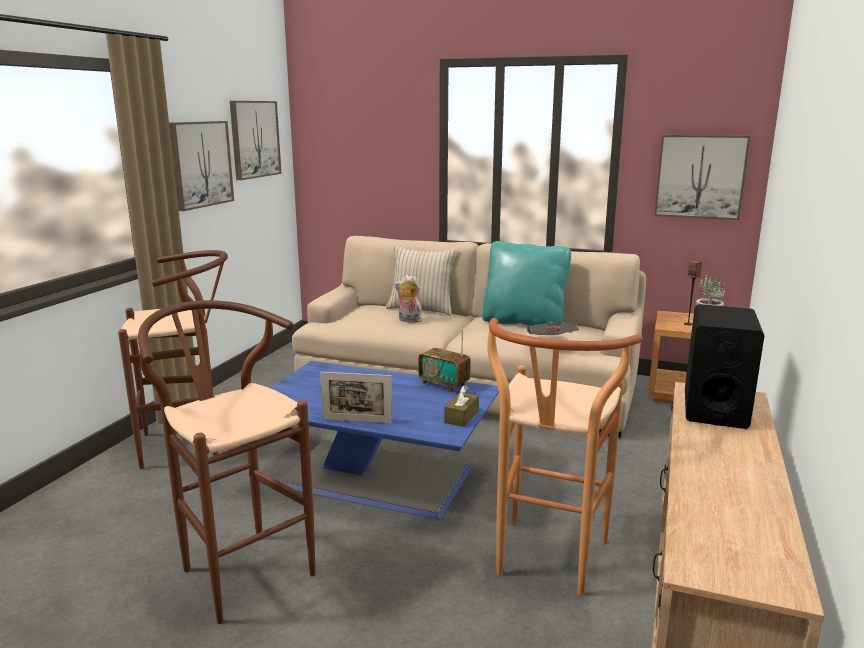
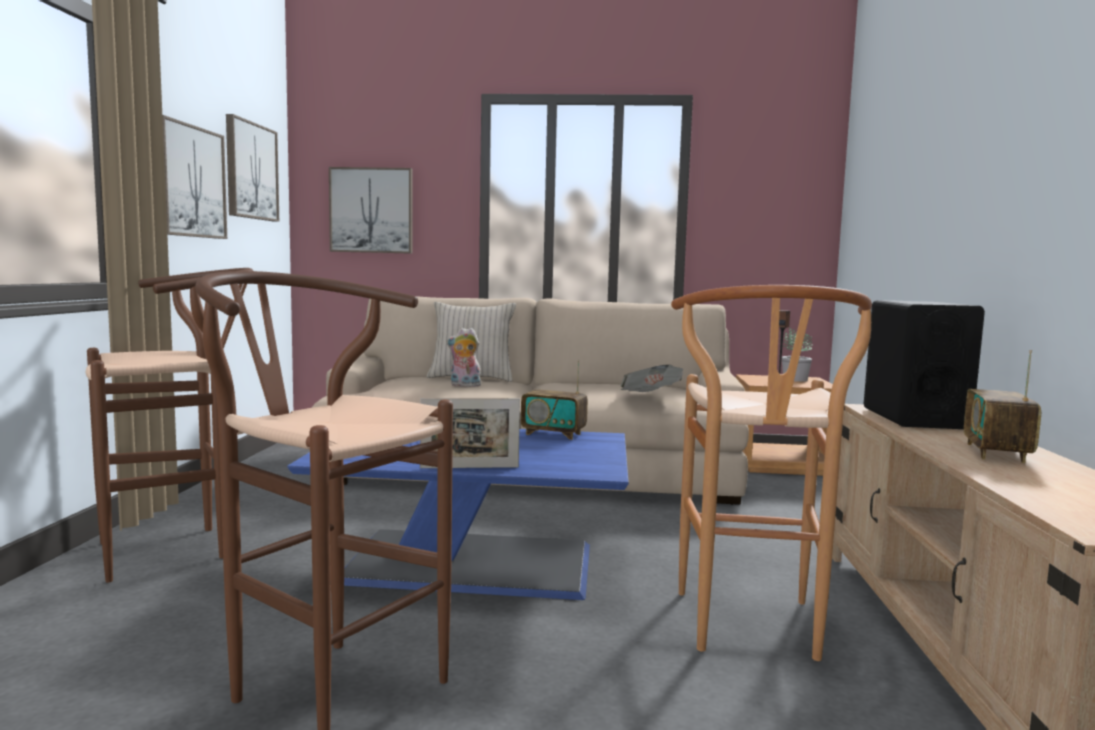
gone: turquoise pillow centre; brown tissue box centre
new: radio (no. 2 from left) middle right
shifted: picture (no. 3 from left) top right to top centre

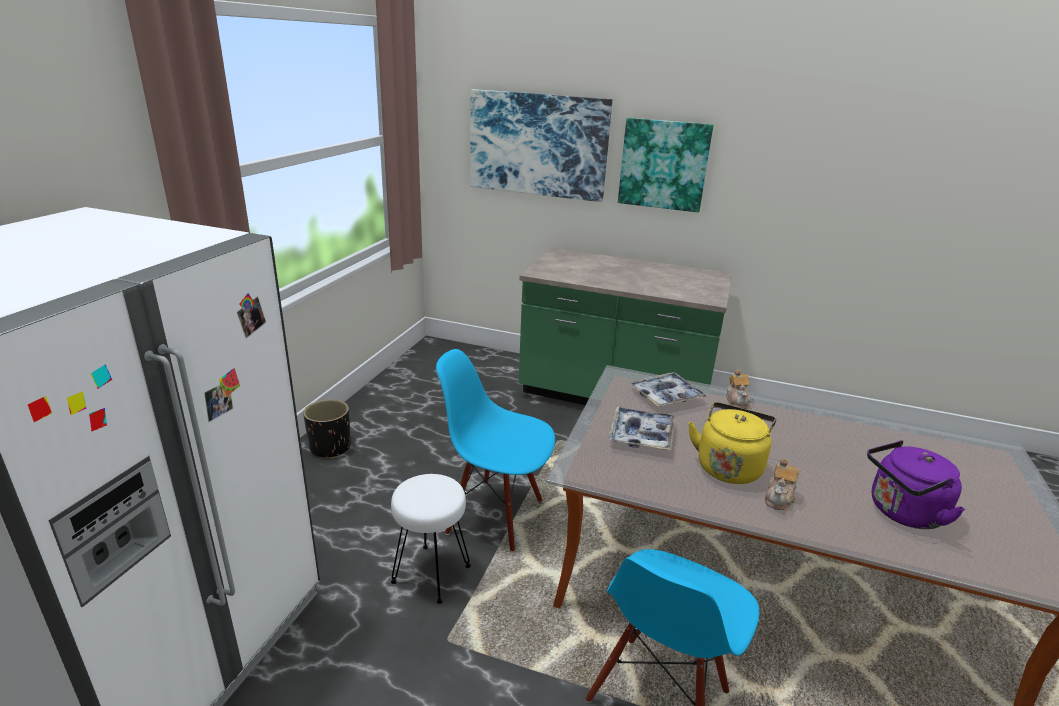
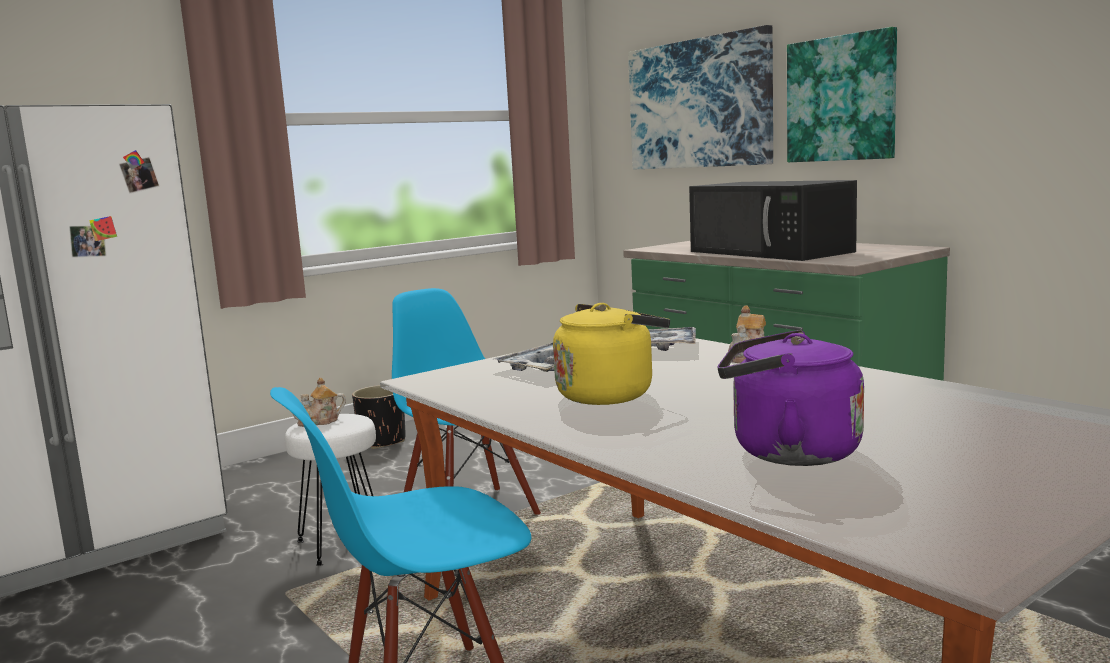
new: black microwave top right
shifted: teapot (no. 2 from left in the first image) bottom right to teapot (no. 1 from left) middle left

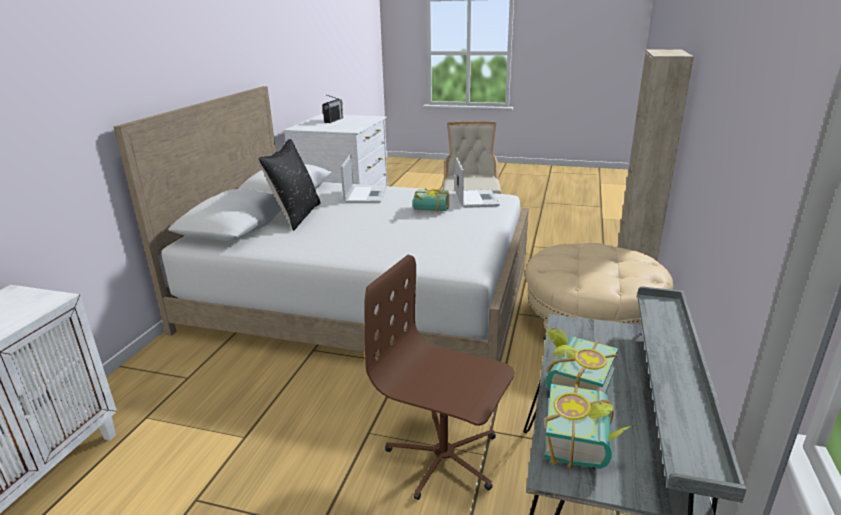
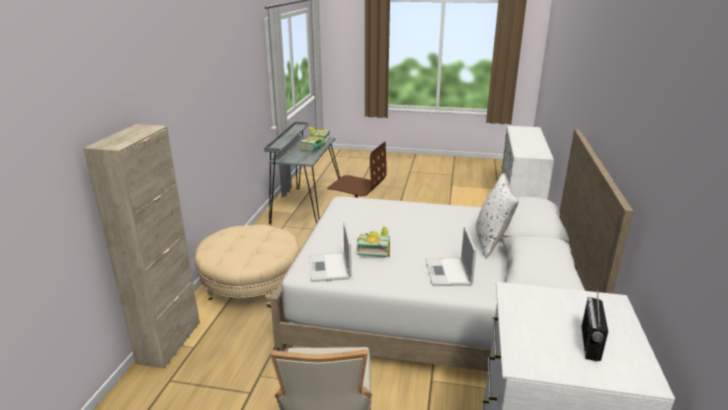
repainted: black pillow centre to white pillow middle right

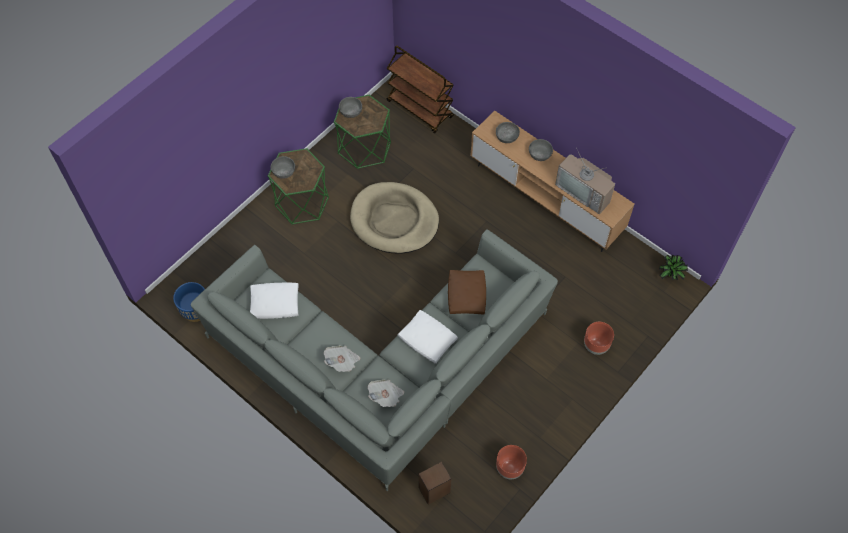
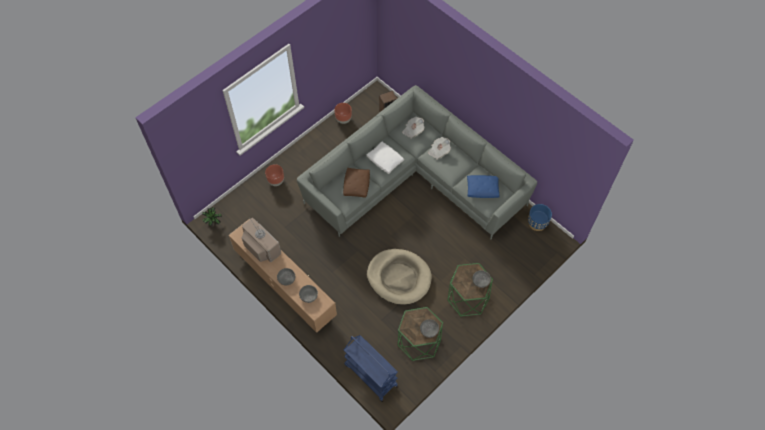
repainted: brown cart top centre to blue cart bottom centre; white pillow (no. 1 from left) middle left to blue pillow centre

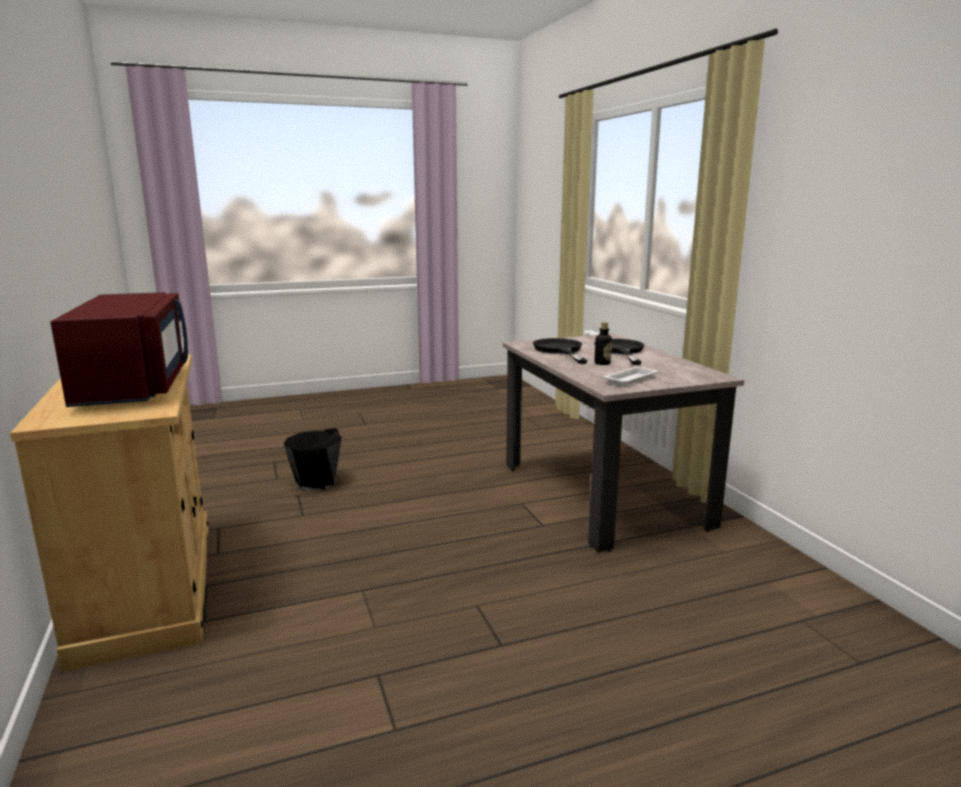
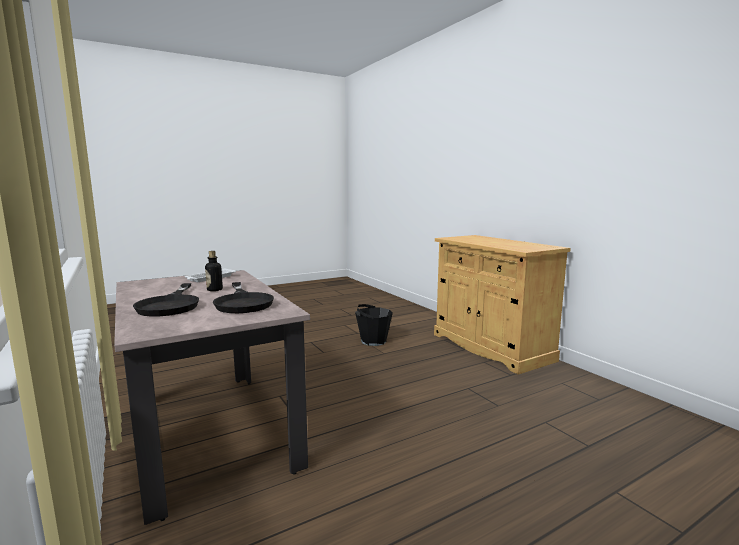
gone: red microwave middle left
shifted: black bucket middle left to centre

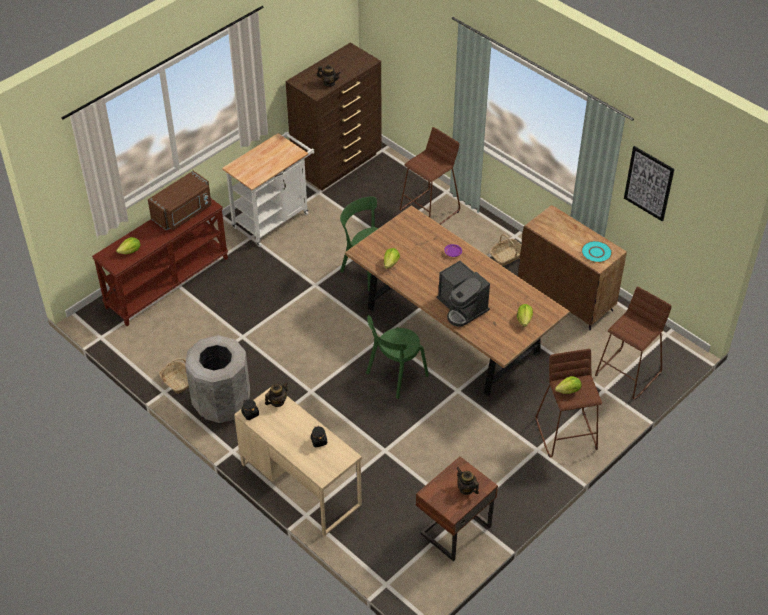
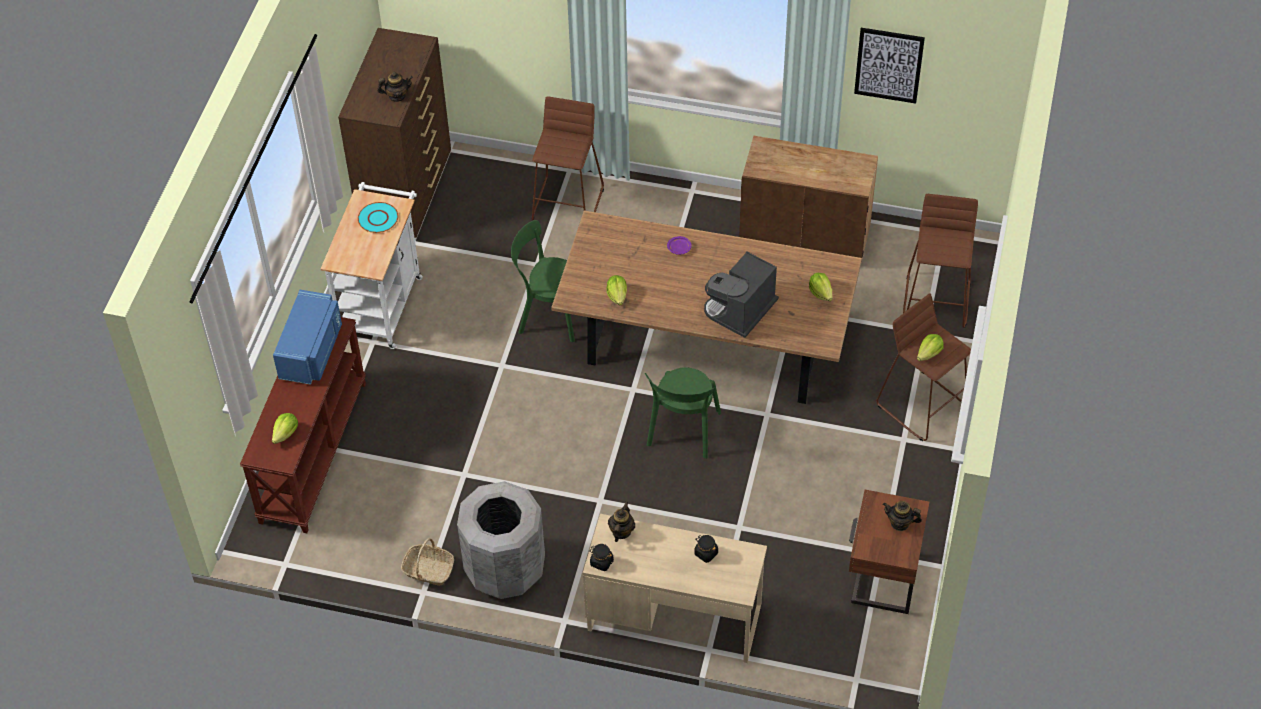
gone: basket (no. 2 from left) centre
shifted: turquoise plate middle right to top left
repainted: brown microwave top left to blue microwave middle left
rotated: coffee machine centre = centre 105 degrees clockwise

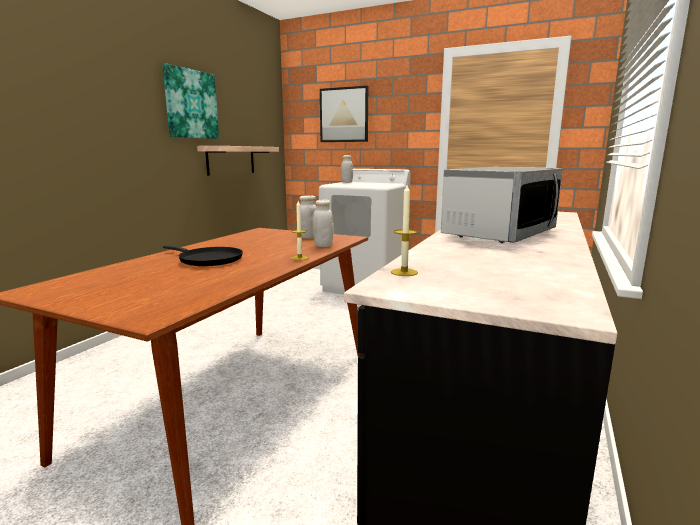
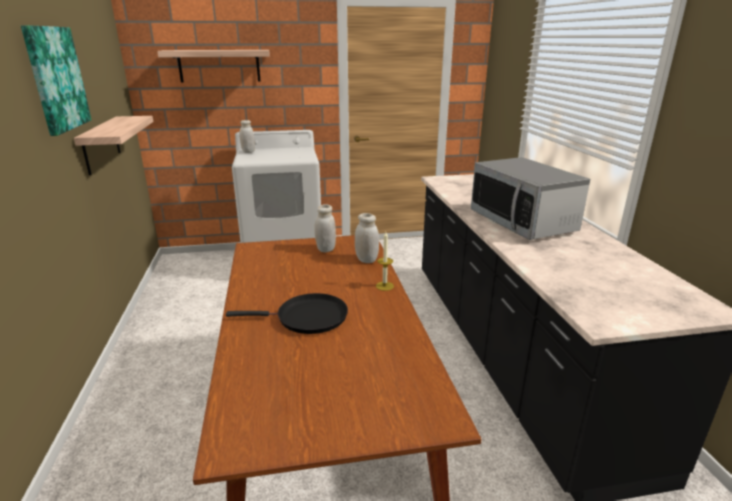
gone: candle (no. 2 from left) centre
swapped: picture (no. 2 from left) top centre to shelf (no. 2 from left) top left
rotated: microwave middle right = middle right 150 degrees clockwise

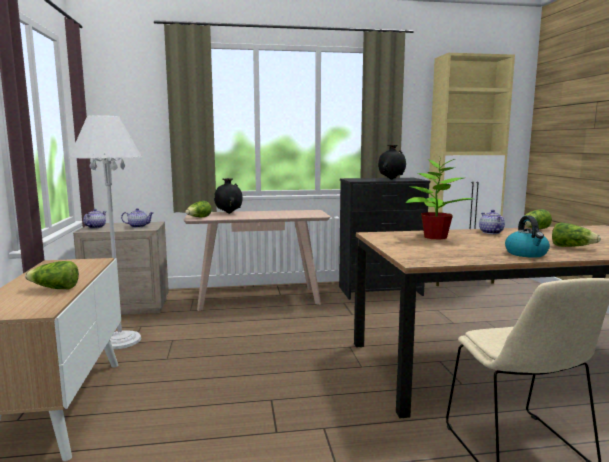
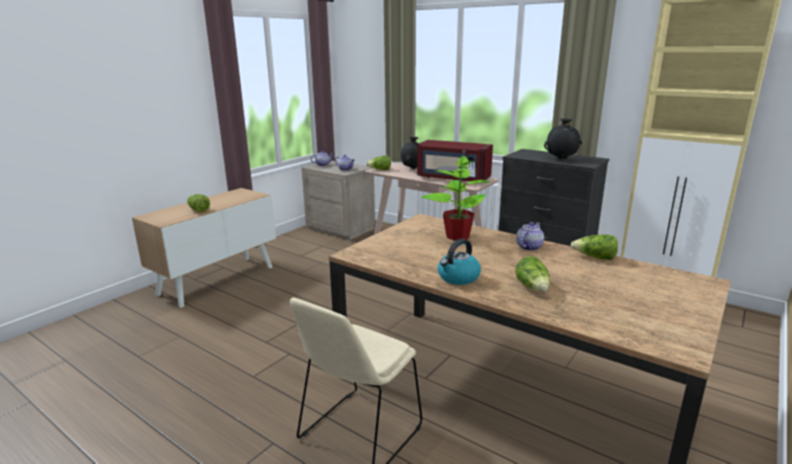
gone: white floor lamp middle left
new: red microwave centre

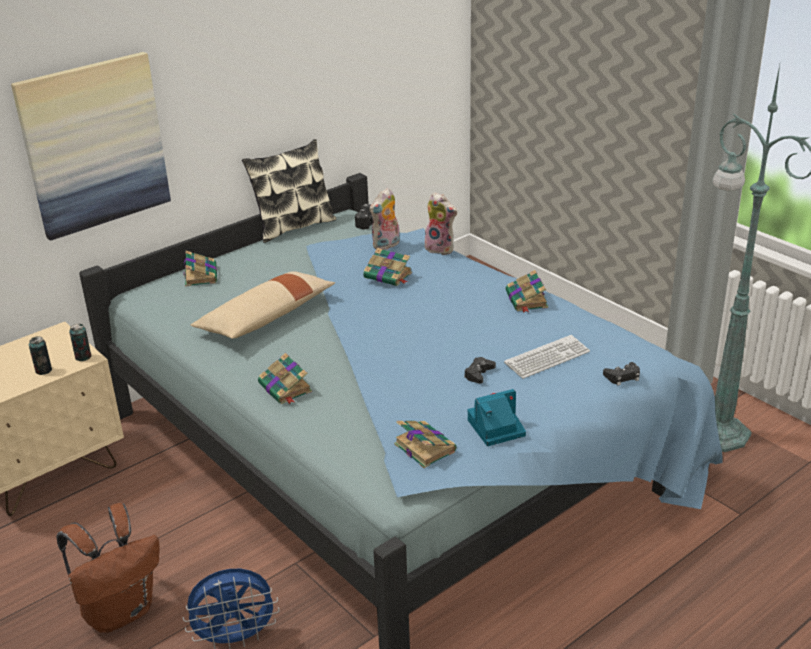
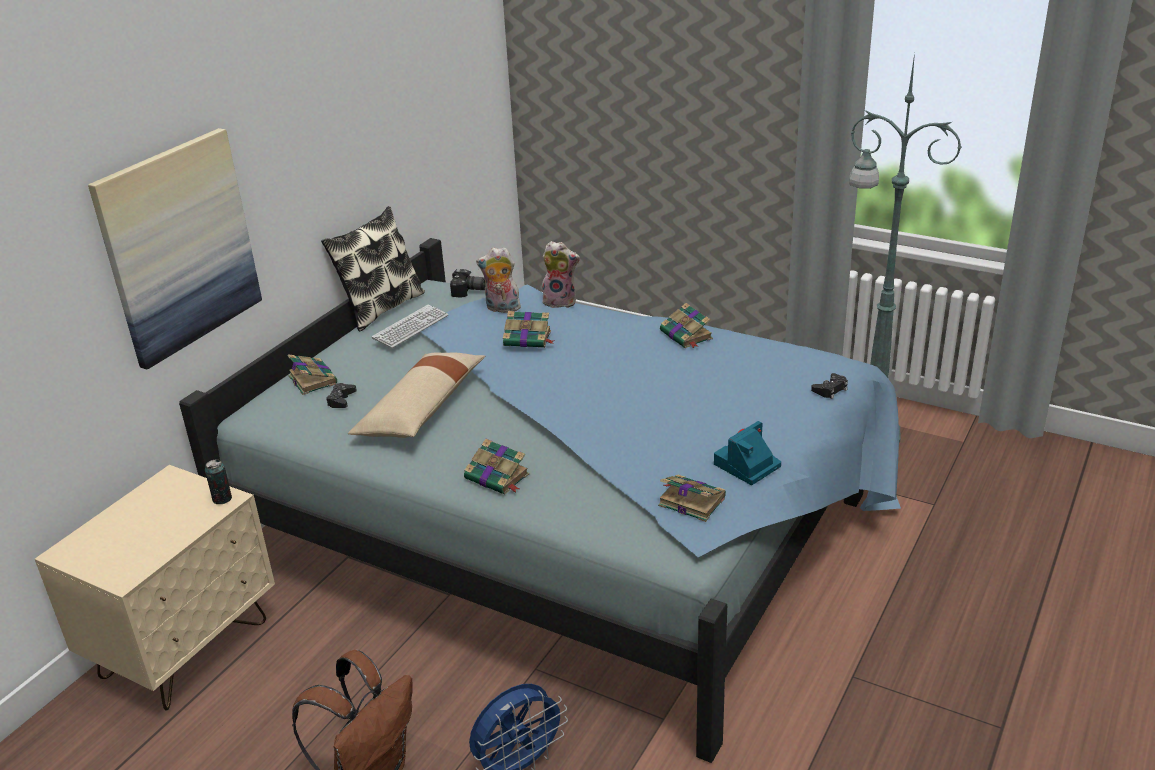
gone: can (no. 1 from left) middle left
shifted: keyboard middle right to centre; black game controller (no. 1 from left) centre to middle left
rotated: plush toy (no. 1 from left) centre = centre 75 degrees clockwise

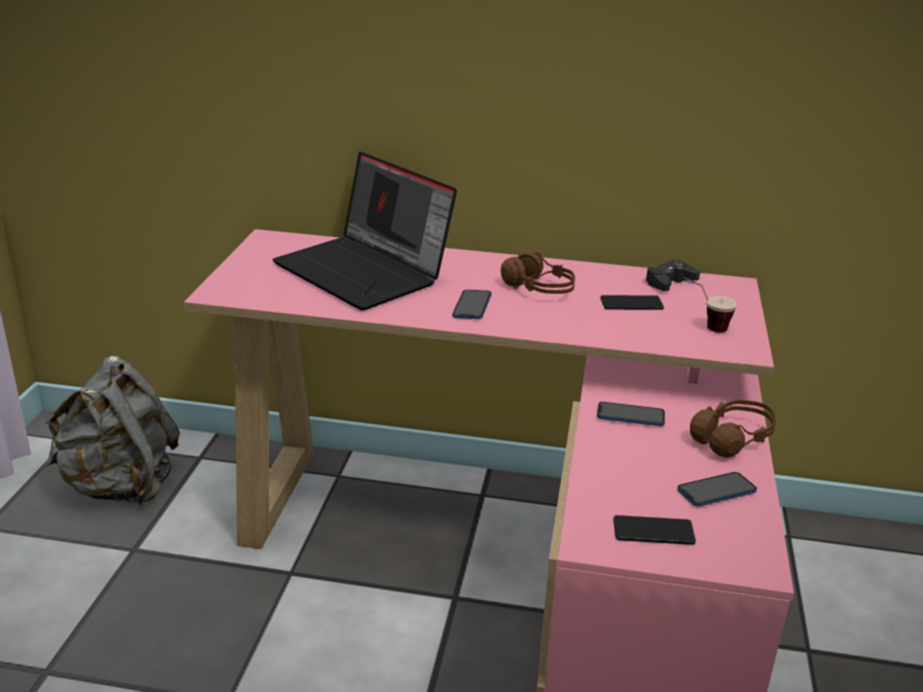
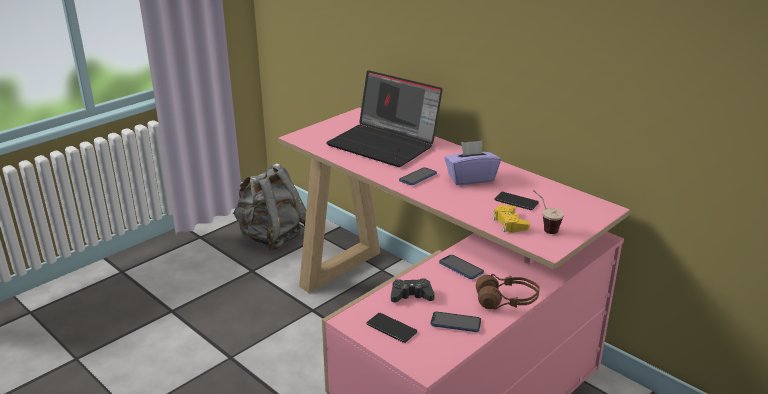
new: yellow game controller centre
shifted: black game controller middle right to bottom centre
swapped: brown headphones (no. 1 from left) centre to purple tissue box centre
rotated: laptop centre = top centre 45 degrees counterclockwise

